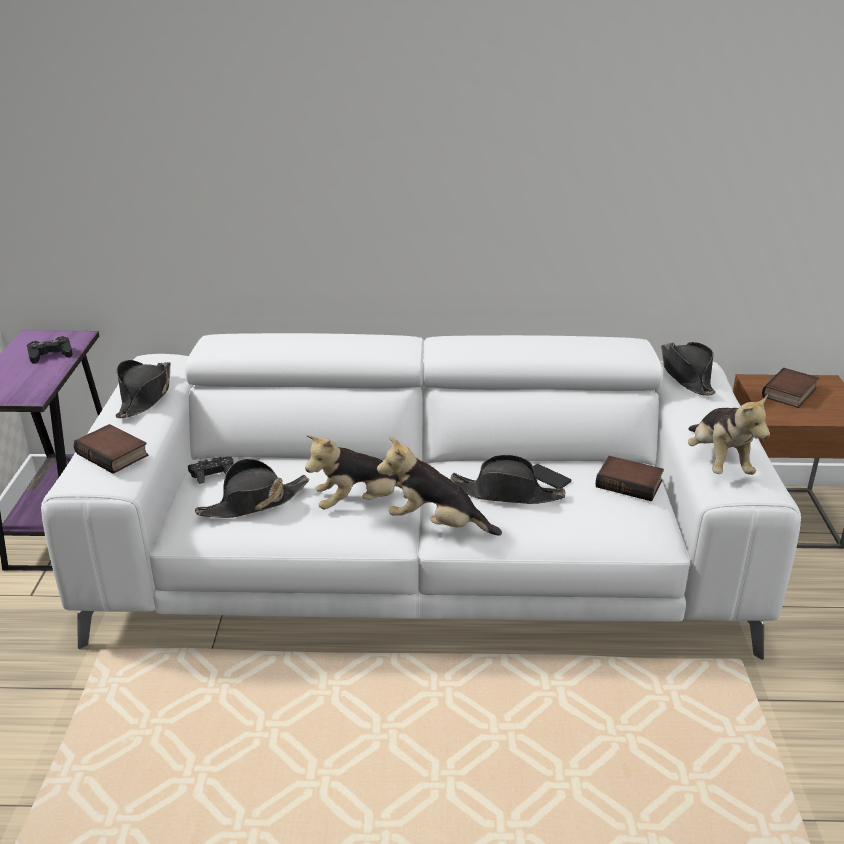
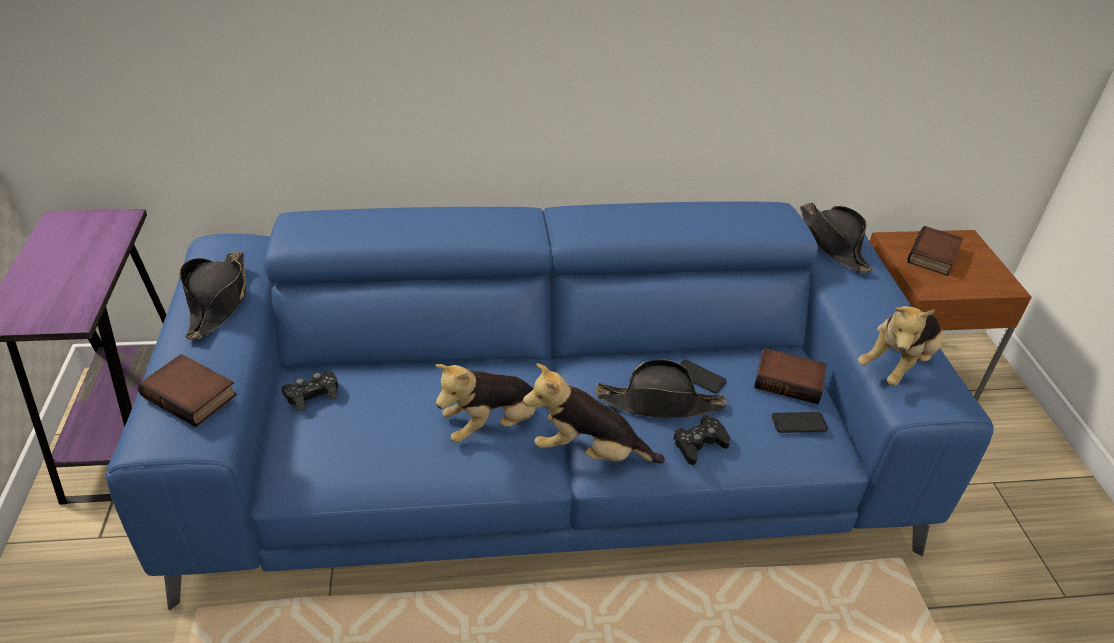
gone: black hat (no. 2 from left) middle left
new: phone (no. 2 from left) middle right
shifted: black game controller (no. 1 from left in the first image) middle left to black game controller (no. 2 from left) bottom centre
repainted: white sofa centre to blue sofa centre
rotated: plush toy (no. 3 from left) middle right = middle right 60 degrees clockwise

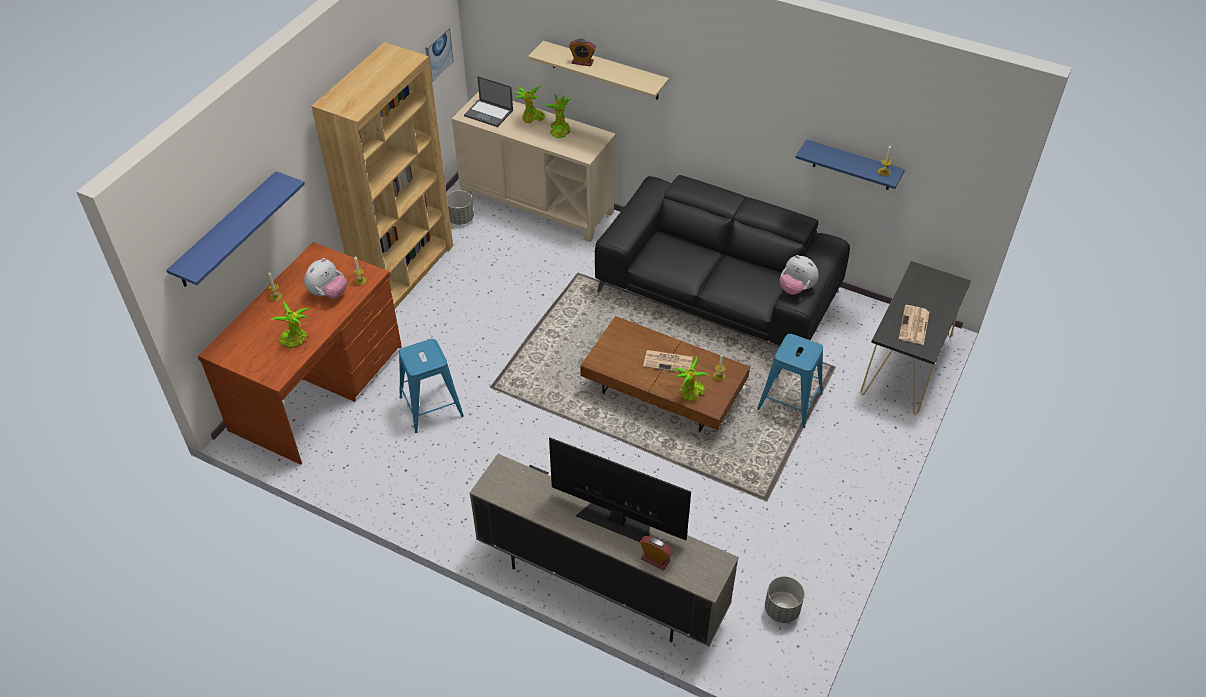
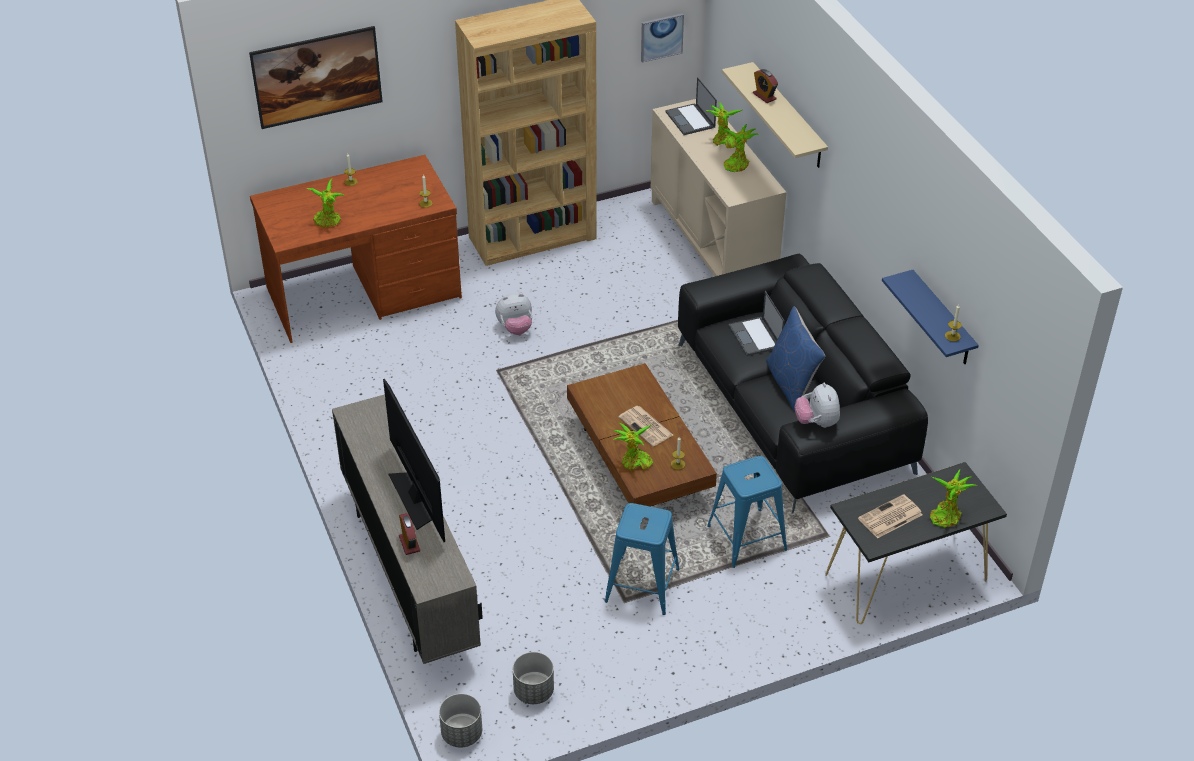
new: laptop (no. 2 from left) centre; blue pillow middle right; potted plant (no. 5 from left) middle right
shifted: grey planter (no. 1 from left) top centre to bottom centre; plush toy (no. 1 from left) middle left to centre; blue stool (no. 1 from left) centre to bottom centre
swapped: blue shelf (no. 1 from left) top left to picture (no. 1 from left) top left

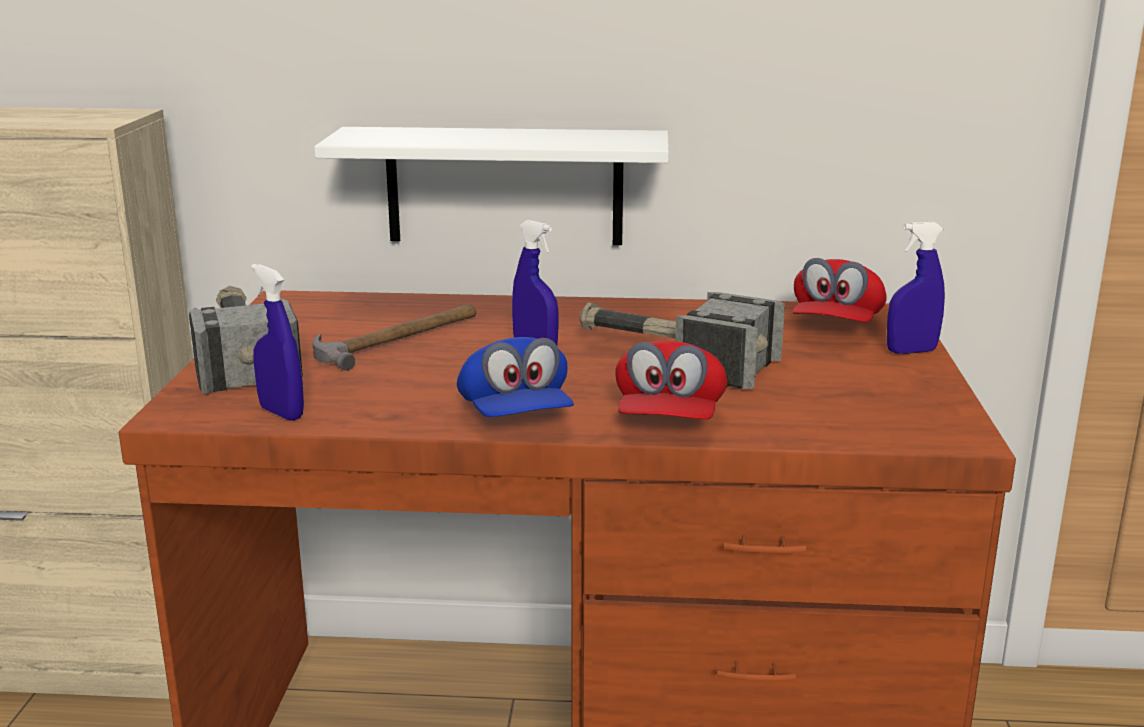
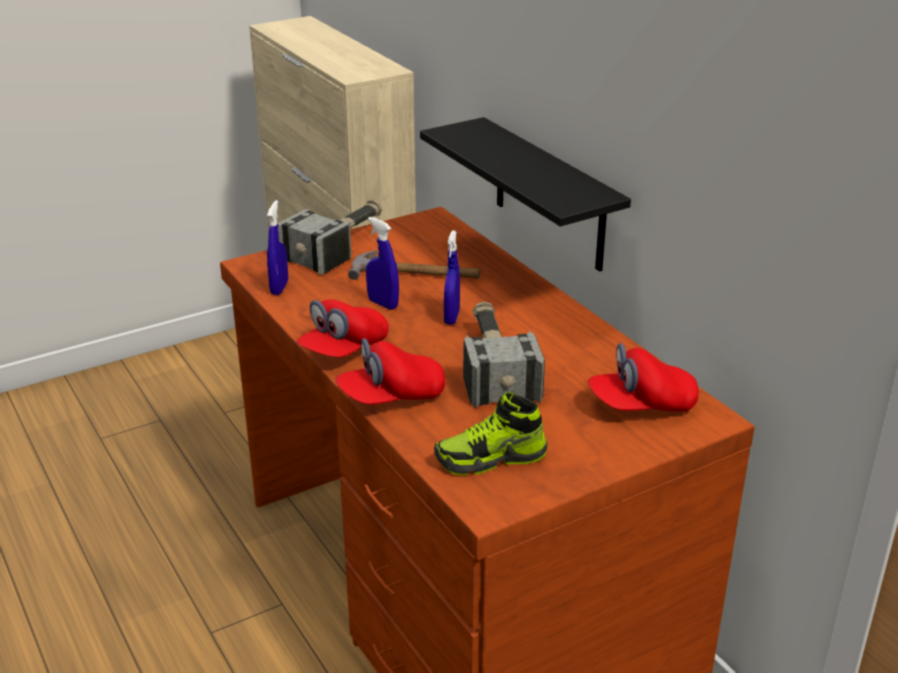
new: shoe centre
shifted: blue spray bottle (no. 3 from left in the first image) middle right to blue spray bottle (no. 2 from left) centre
repainted: white shelf top centre to black shelf top centre; blue cap centre to red cap (no. 1 from left) centre

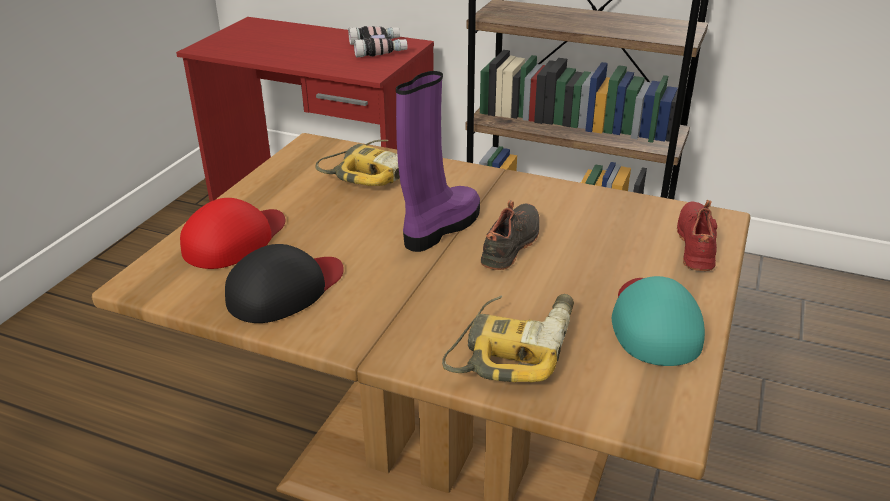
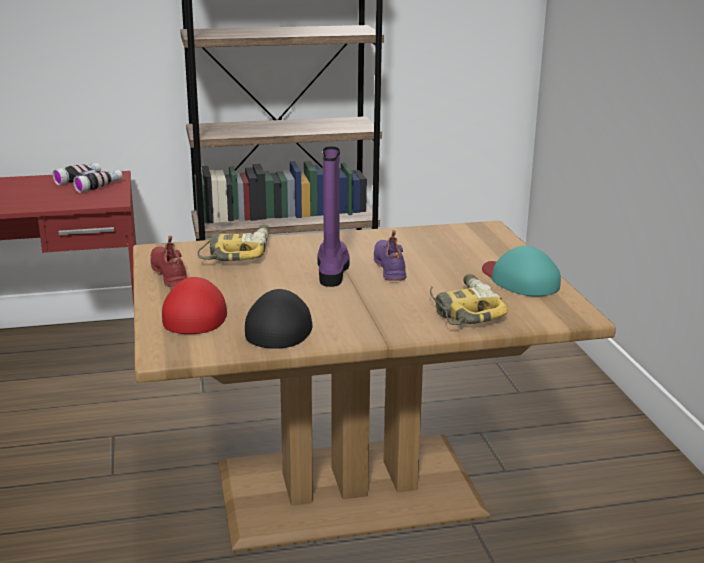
shifted: red shoe middle right to middle left
repainted: black shoe centre to purple shoe centre

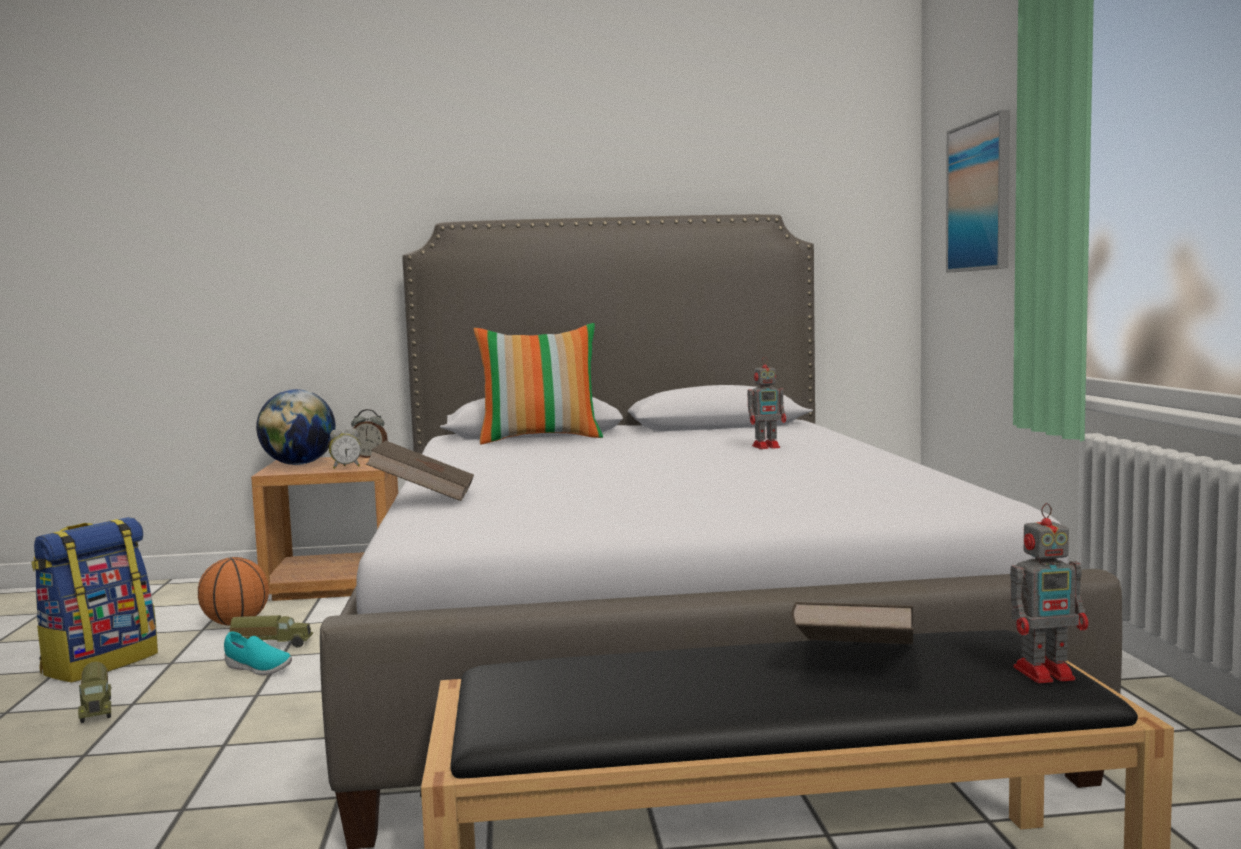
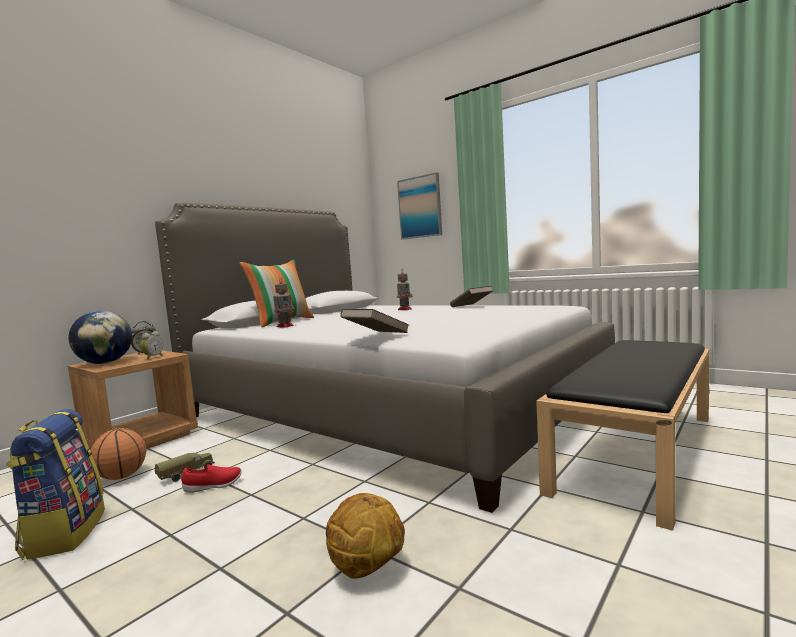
gone: toy truck (no. 1 from left) bottom left
new: basketball (no. 2 from left) bottom centre
shifted: toy robot (no. 2 from left in the first image) bottom right to toy robot (no. 1 from left) centre; brown book (no. 2 from left) bottom right to centre
repainted: turquoise shoe bottom left to red shoe bottom left

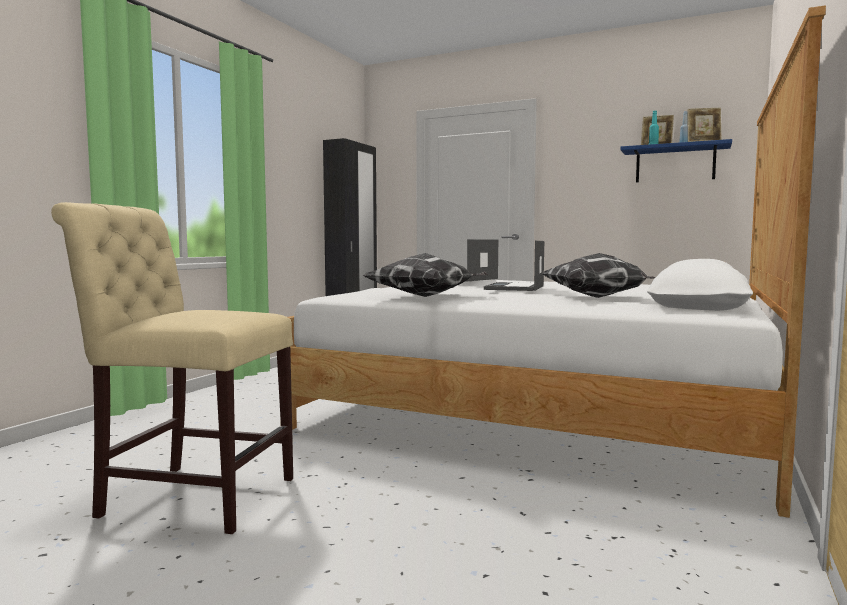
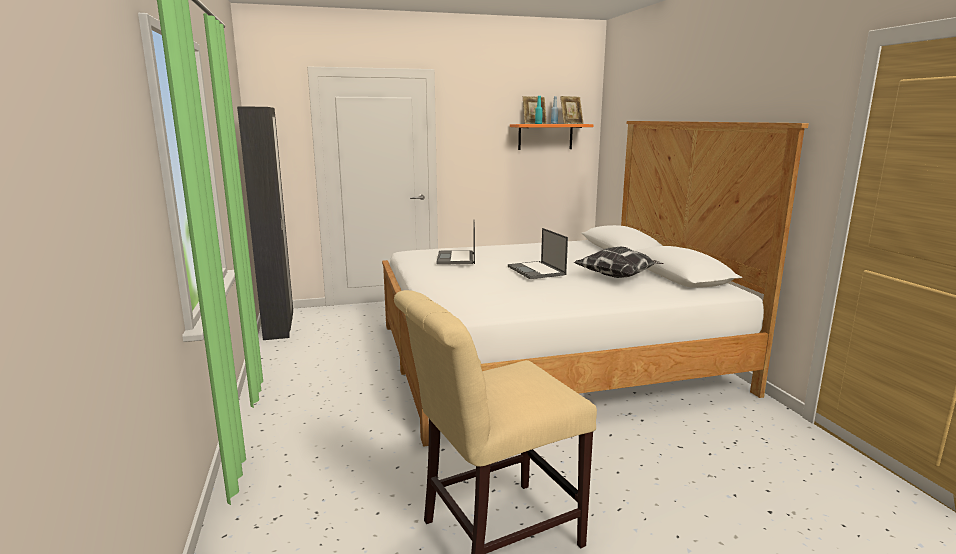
gone: pillow (no. 1 from left) centre
repainted: blue shelf top right to orange shelf top centre

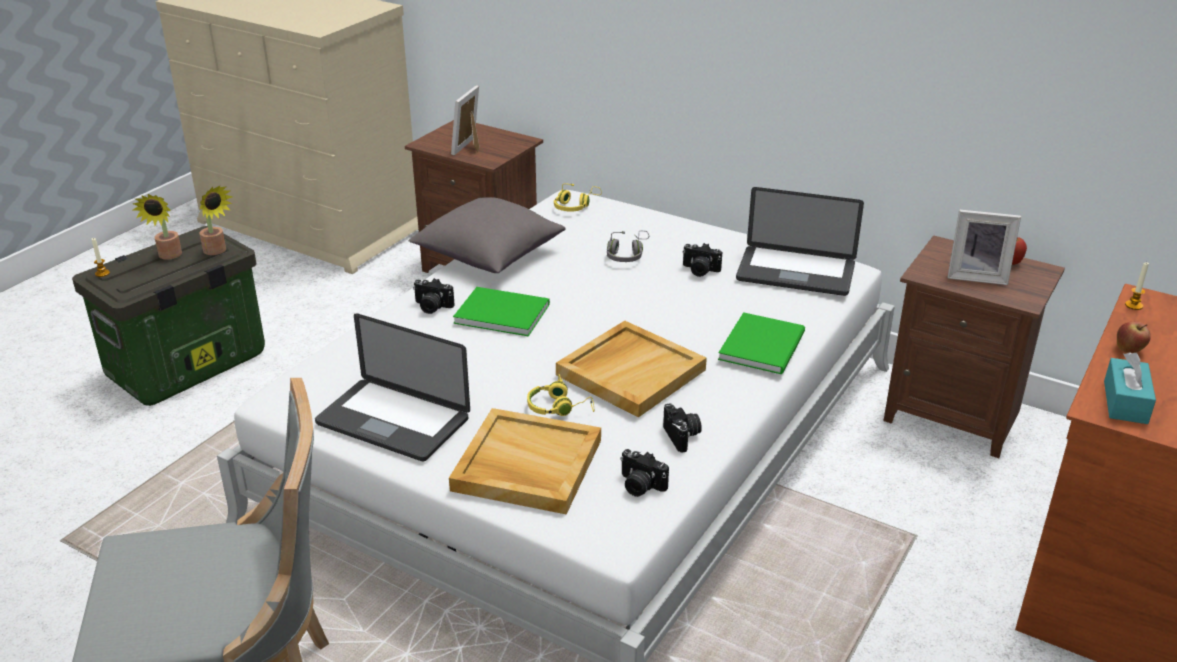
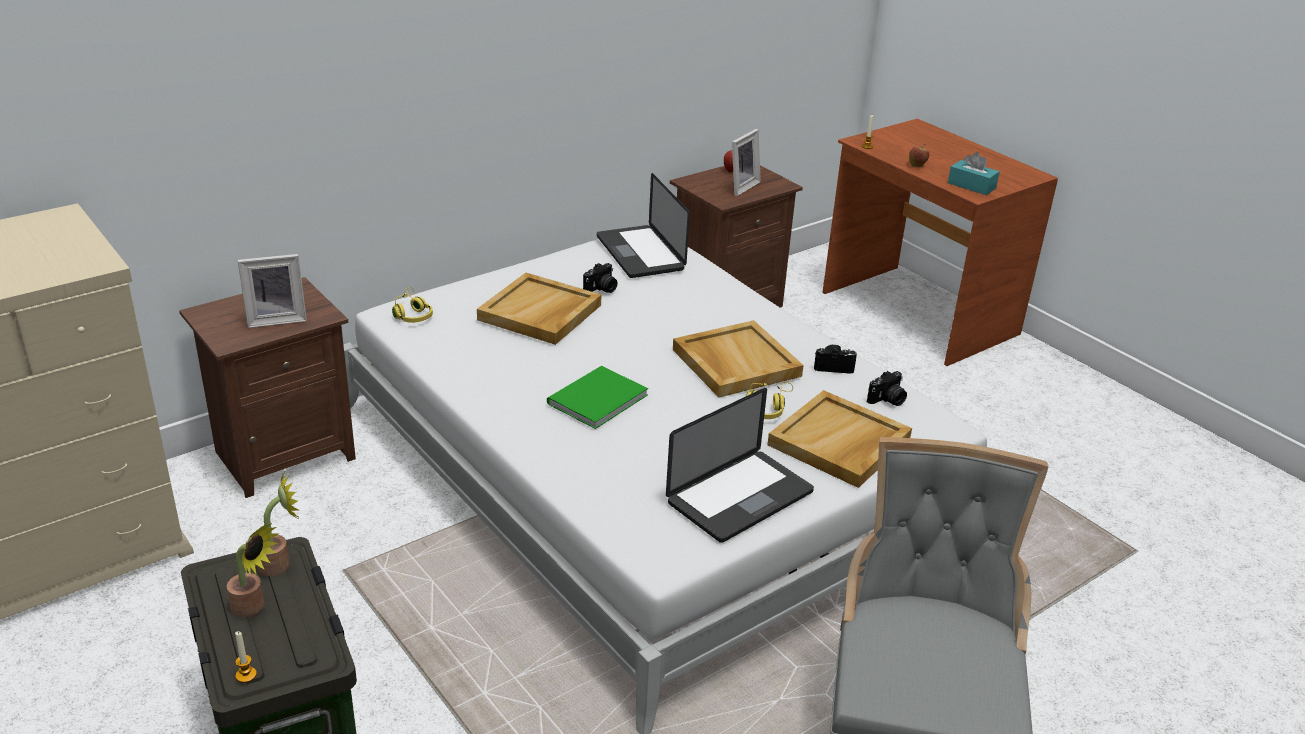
gone: grey pillow centre; photo camera (no. 1 from left) centre; green book (no. 2 from left) centre
swapped: grey headphones centre to beige tray (no. 1 from left) centre
rotated: picture frame (no. 1 from left) top centre = middle left 60 degrees counterclockwise; laptop (no. 2 from left in the first image) middle right = top centre 120 degrees clockwise

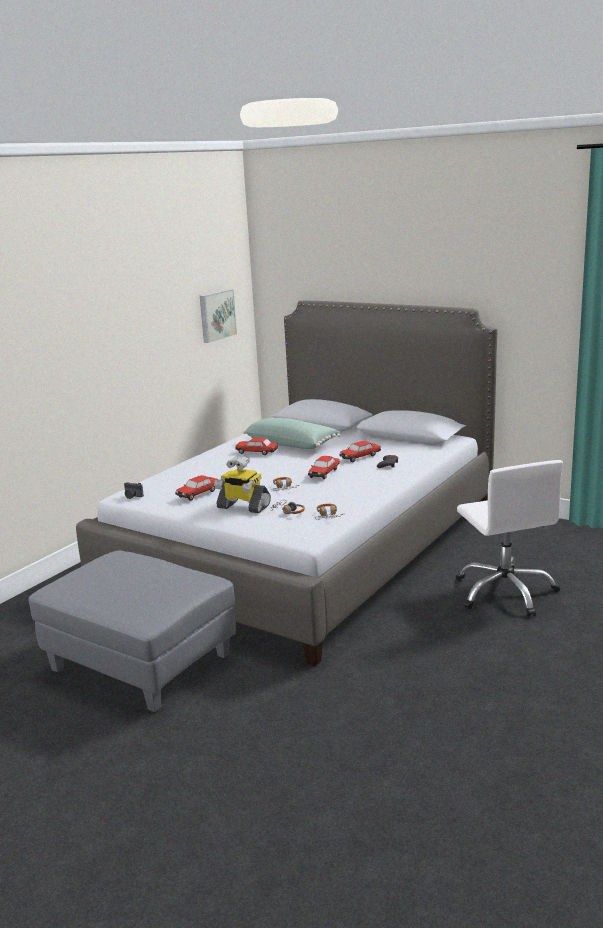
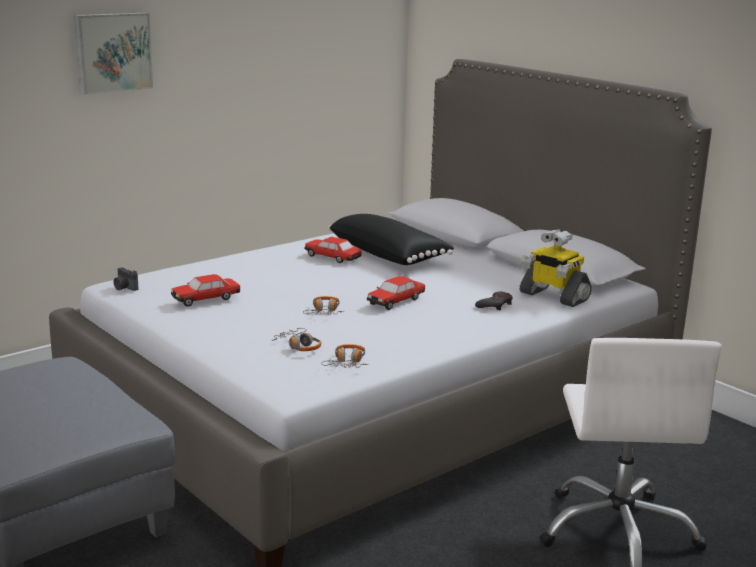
gone: toy car (no. 4 from left) centre
shifted: picture centre to top left; toy robot centre to middle right
repainted: green pillow centre to black pillow centre

